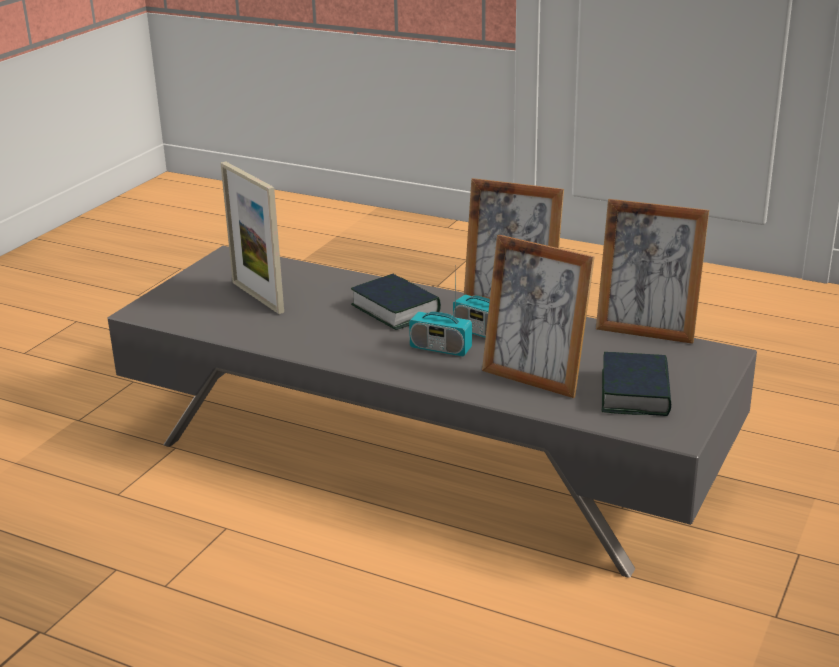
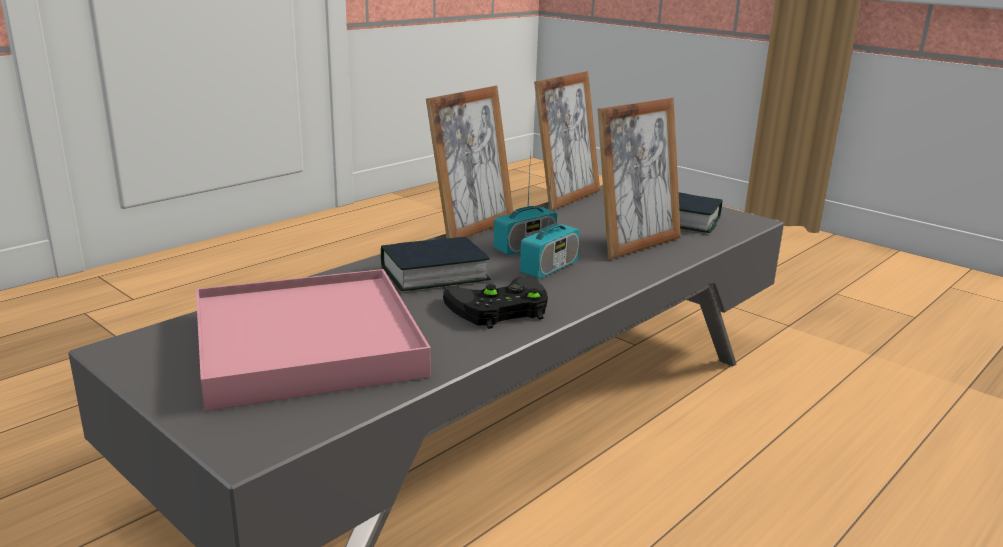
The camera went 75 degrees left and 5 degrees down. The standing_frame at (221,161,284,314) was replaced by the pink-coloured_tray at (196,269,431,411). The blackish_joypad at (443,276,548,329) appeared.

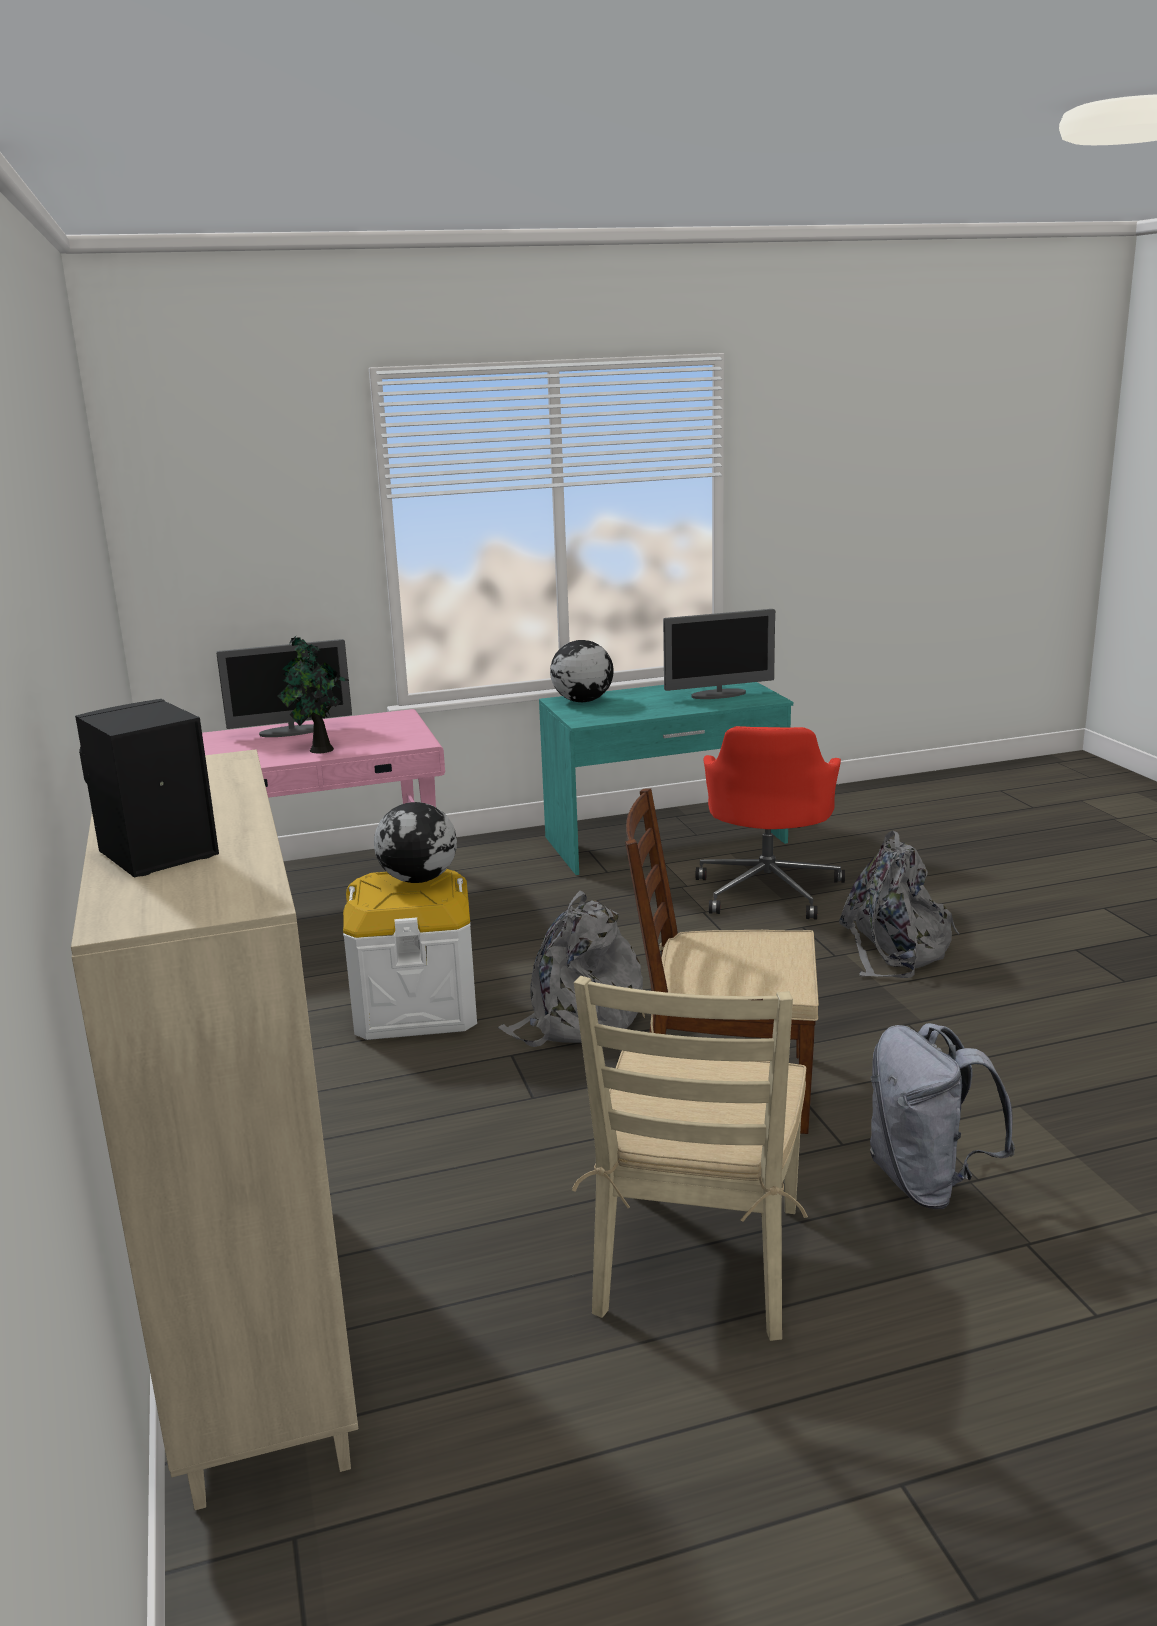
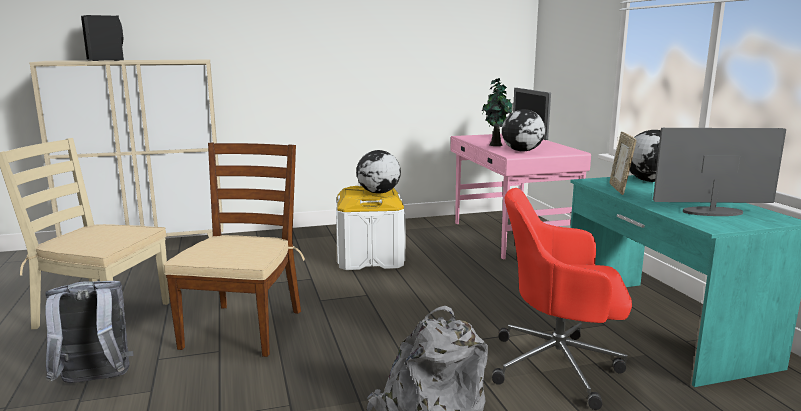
The camera went 90 degrees right and 5 degrees down. The gray_rucksack at (498,891,643,1047) disappeared. The computer_display at (663,609,775,699) turned 105 degrees clockwise. The world_globe at (502,109,545,152) appeared. The standing_frame at (610,132,636,195) appeared.

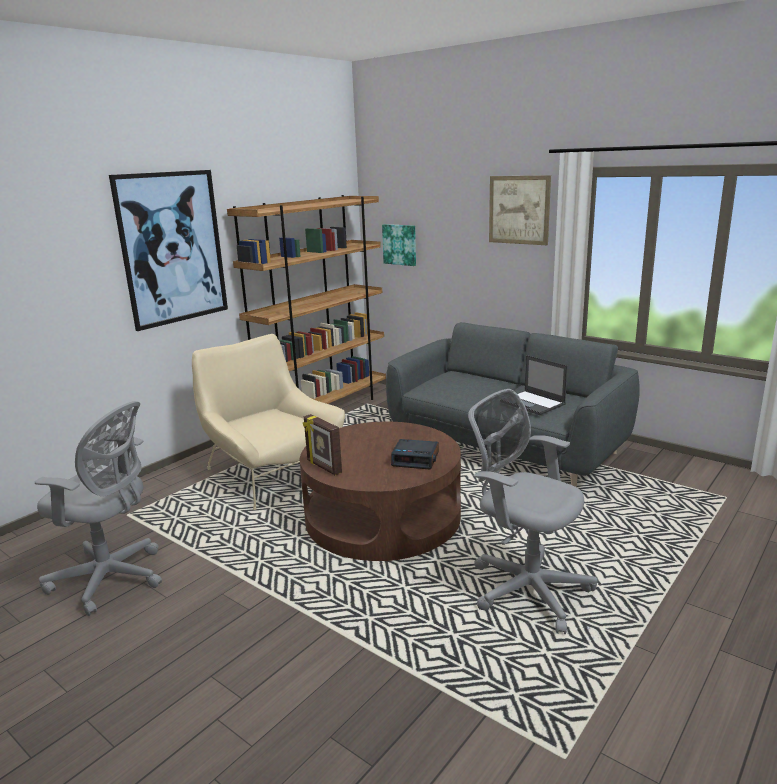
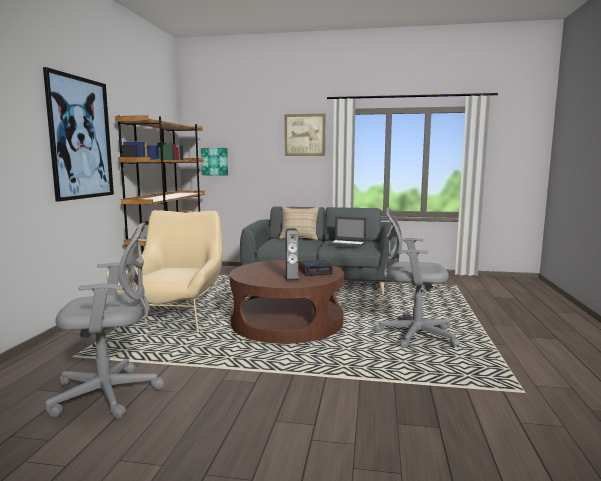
The camera went 30 degrees left and 10 degrees down. The beige_lounge_chair at (192,334,345,510) turned 75 degrees clockwise. The standing_frame at (303,414,342,475) disappeared. The beige_throw_pillow at (279,206,319,240) appeared. The loudspeaker at (285,228,299,281) appeared.

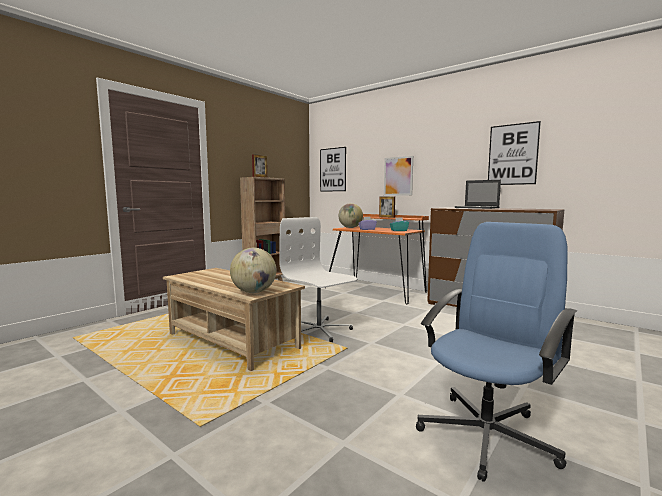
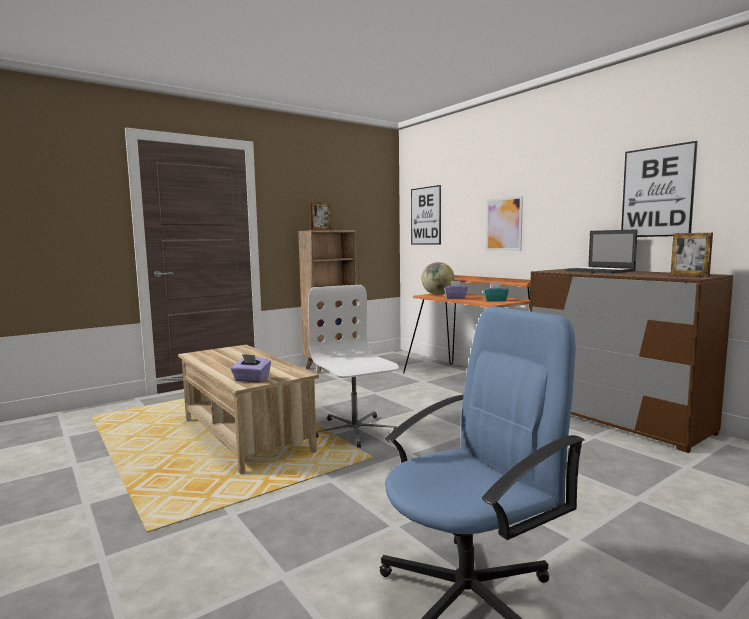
The camera went 15 degrees right and 0 degrees up. The world_globe at (230,248,276,293) was replaced by the purplish_box_of_tissues at (231,354,271,383). The standing_frame moved from (379,197,395,218) to (671,233,713,277).

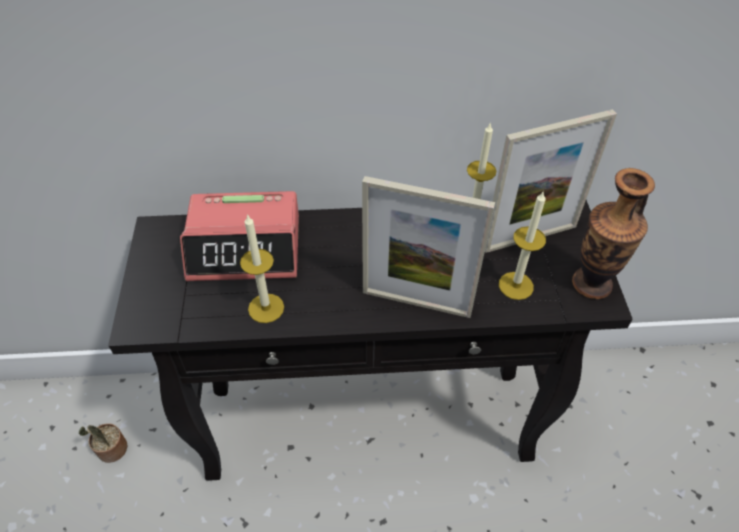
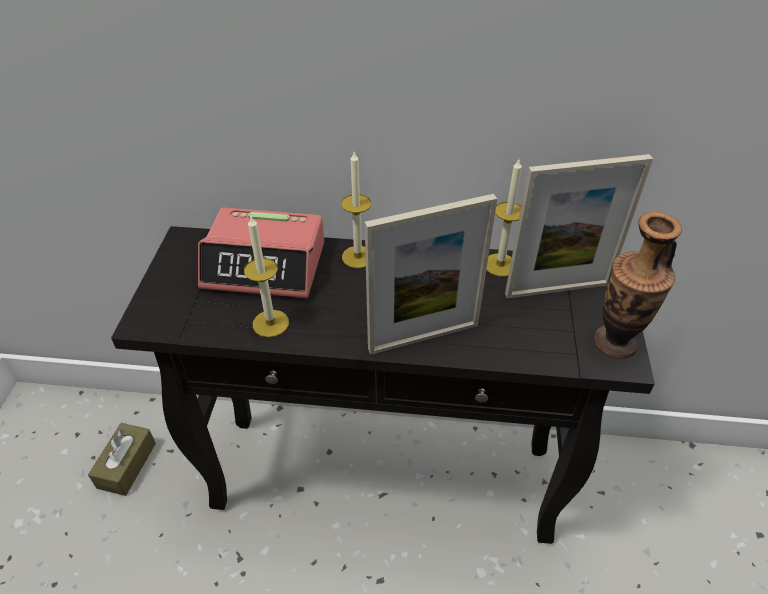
The camera went 10 degrees right and 5 degrees down. The plant_in_a_pot at (78,423,128,463) was replaced by the brownish_box_of_tissues at (88,423,156,496). The standing_frame at (362,176,495,318) turned 45 degrees counterclockwise. The wax_candle moved from (499,191,546,300) to (341,152,371,268).

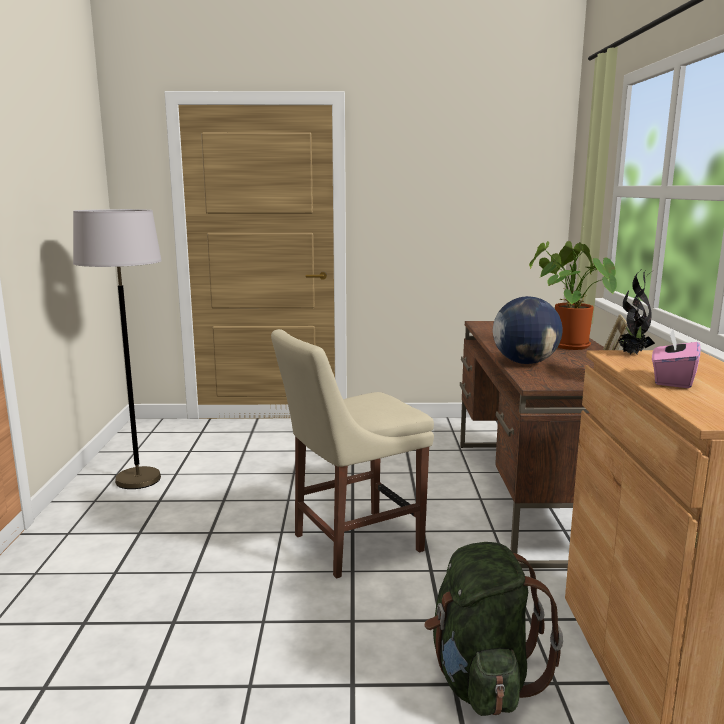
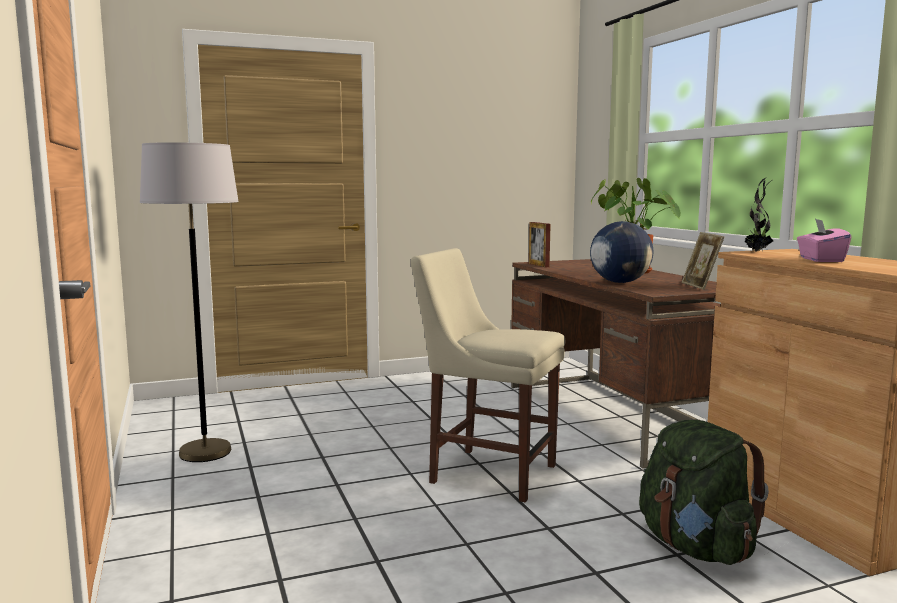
The camera went 20 degrees left and 5 degrees down. The beige_plain_chair at (271,329,434,579) turned 75 degrees clockwise. The standing_frame at (529,222,551,267) appeared.

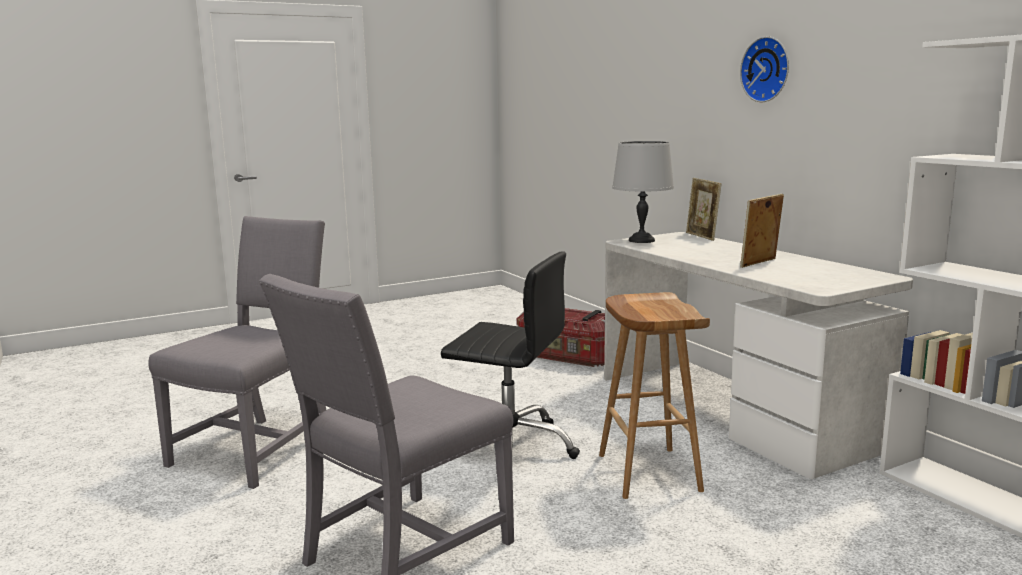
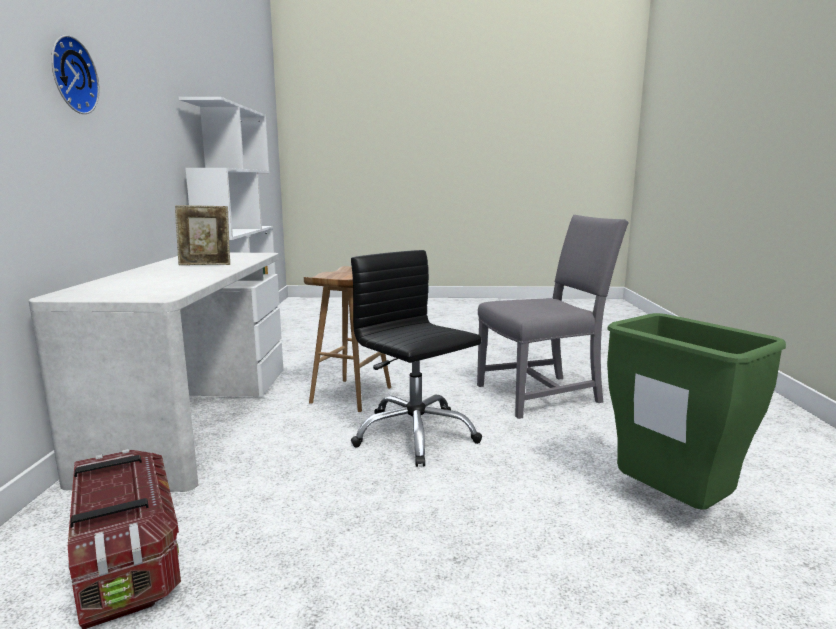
The camera went 150 degrees left and 0 degrees up. The gray_plain_chair at (148,216,326,489) was replaced by the greenish_trash_can at (607,313,786,510). The gray_table_lamp at (612,141,674,243) disappeared. The standing_frame at (686,178,722,241) disappeared.

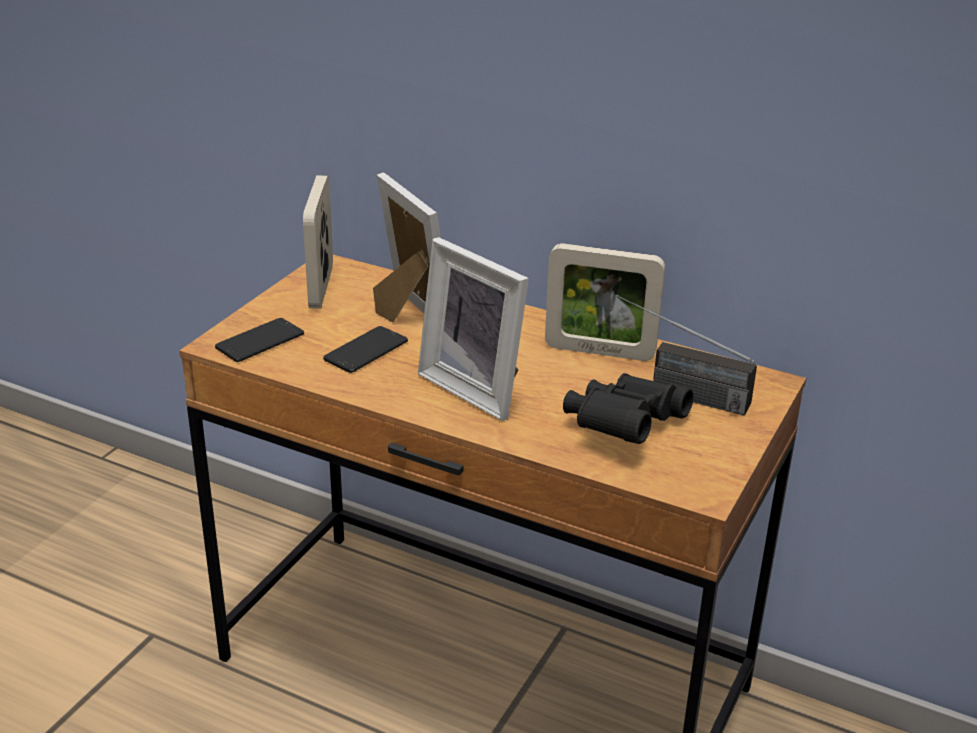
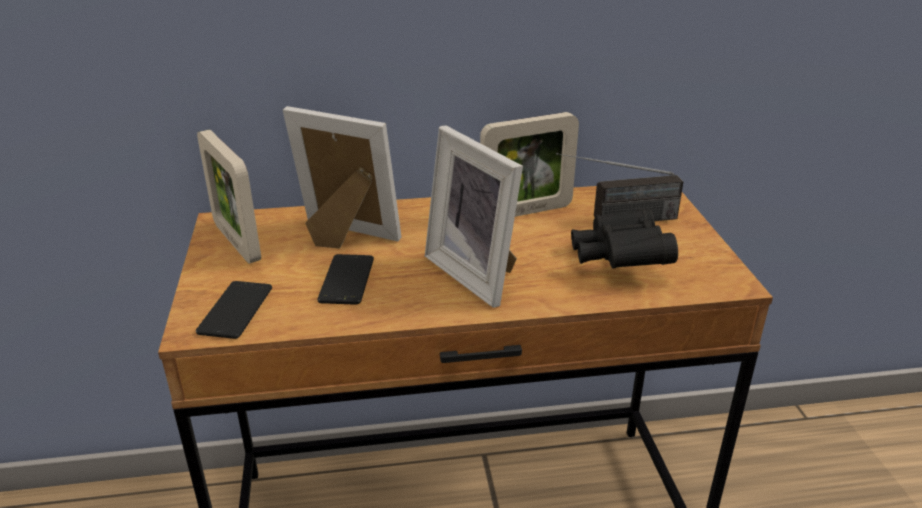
The camera went 35 degrees left and 0 degrees up. The standing_frame at (418,237,529,421) turned 45 degrees clockwise.

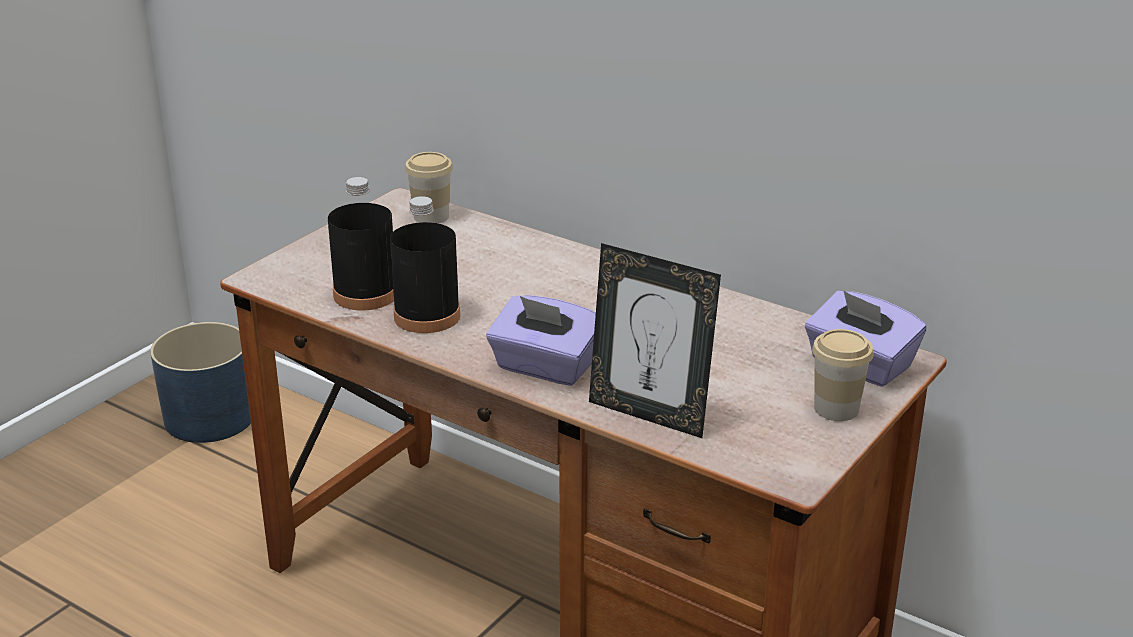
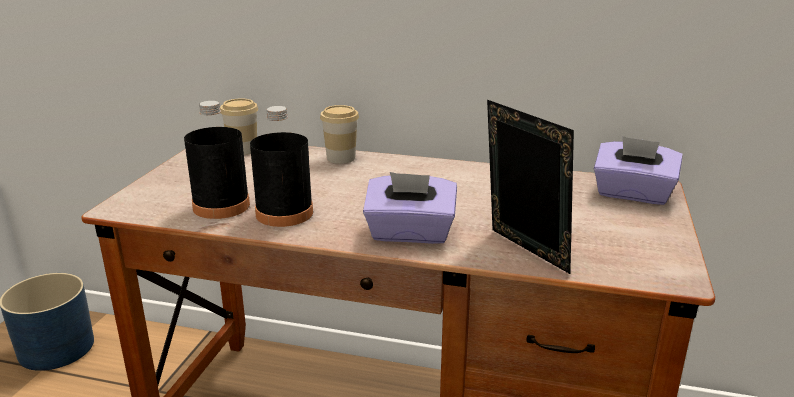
The camera went 20 degrees left and 5 degrees down. The standing_frame at (589,243,721,438) turned 135 degrees counterclockwise. The small_cup moved from (812,329,874,421) to (320,105,359,164).

